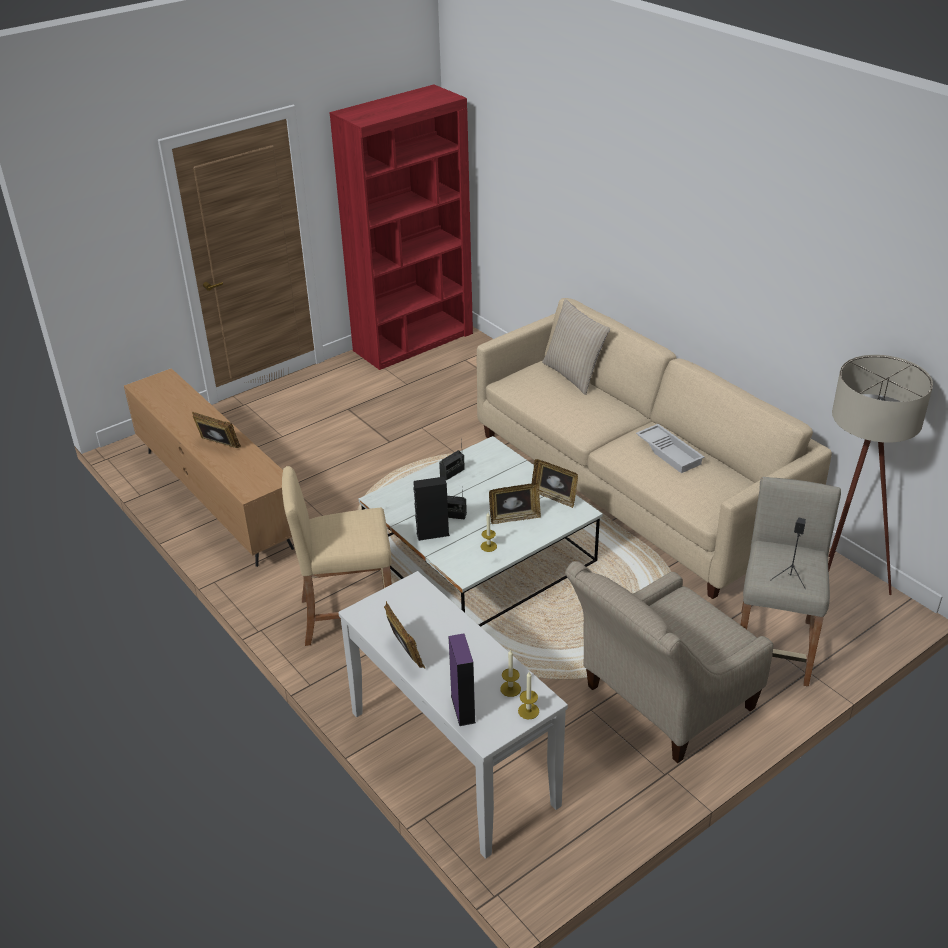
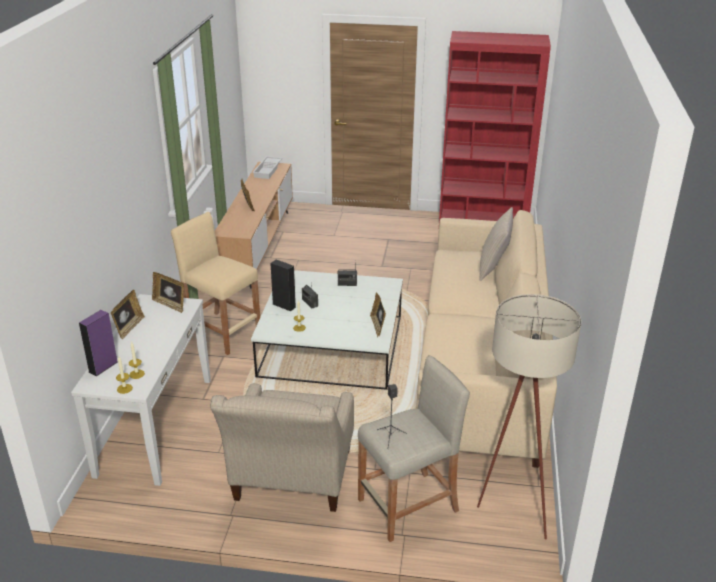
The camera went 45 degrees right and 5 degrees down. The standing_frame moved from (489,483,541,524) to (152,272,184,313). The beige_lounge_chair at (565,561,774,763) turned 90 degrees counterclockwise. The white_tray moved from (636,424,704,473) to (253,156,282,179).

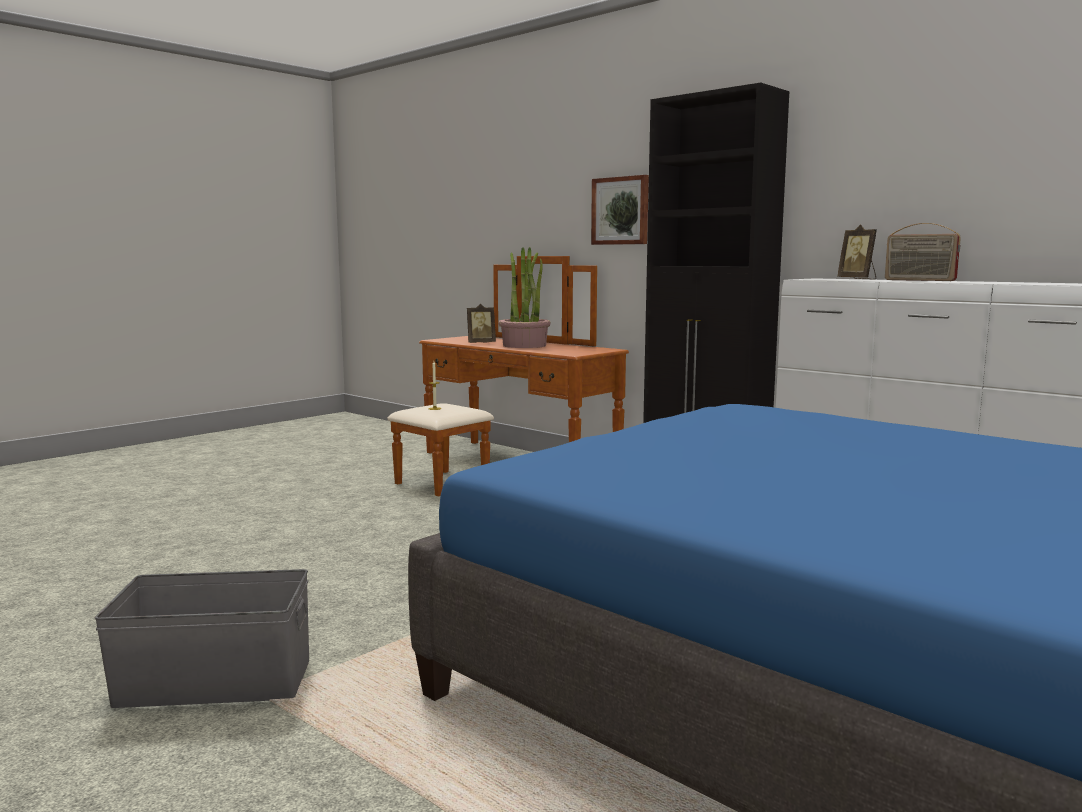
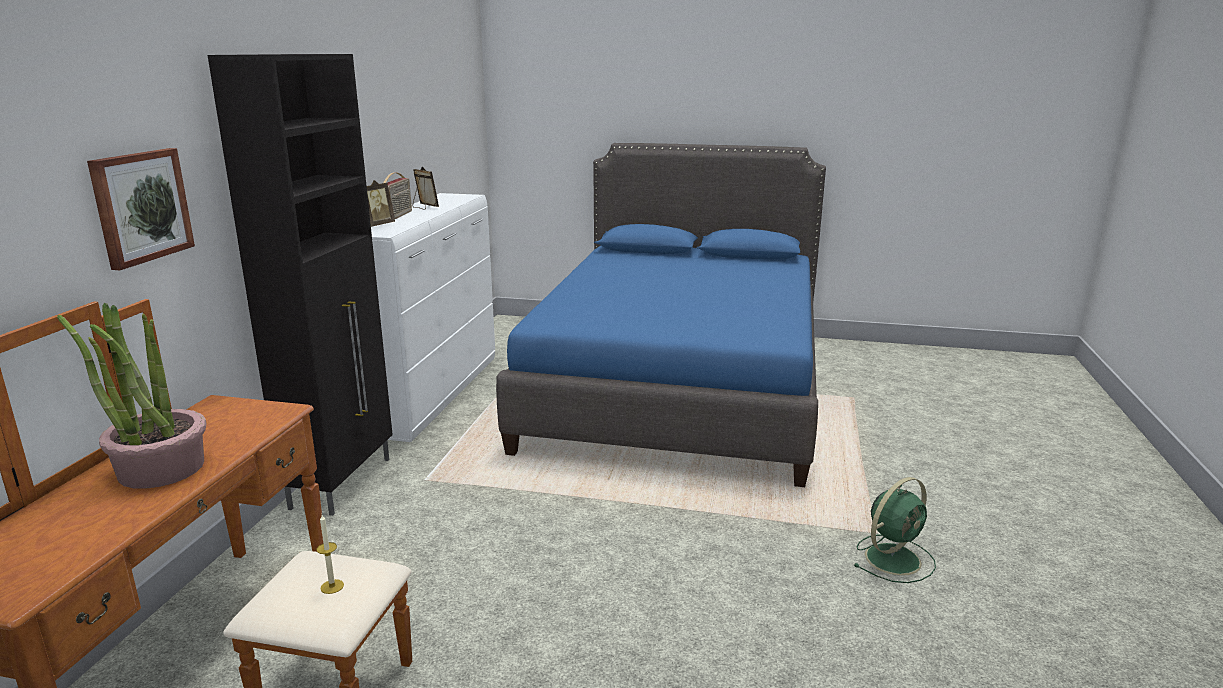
The camera went 120 degrees left and 10 degrees up. The gray_storage_bin at (94,569,309,708) was replaced by the greenish_fan at (853,477,936,583). The standing_frame moved from (467,304,496,343) to (412,166,439,210).

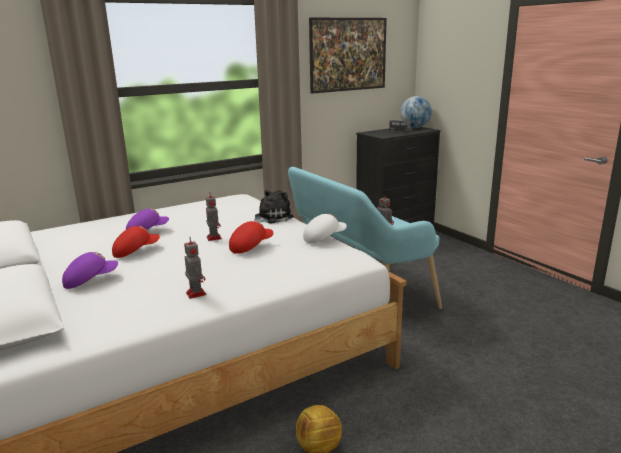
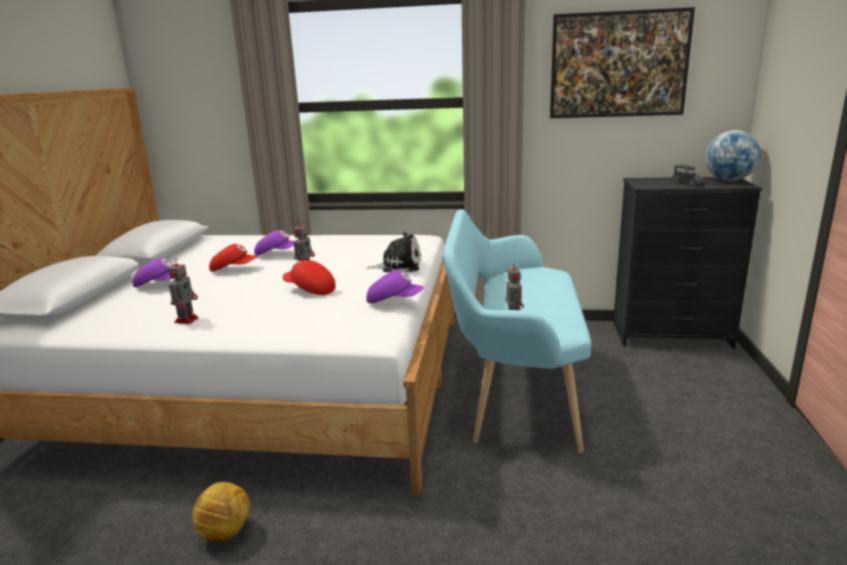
The camera went 40 degrees right and 0 degrees up. The red_peaked_cap at (229,221,273,254) turned 150 degrees counterclockwise. The white_peaked_cap at (303,214,347,243) became the purplish_peaked_cap at (366,271,424,303).

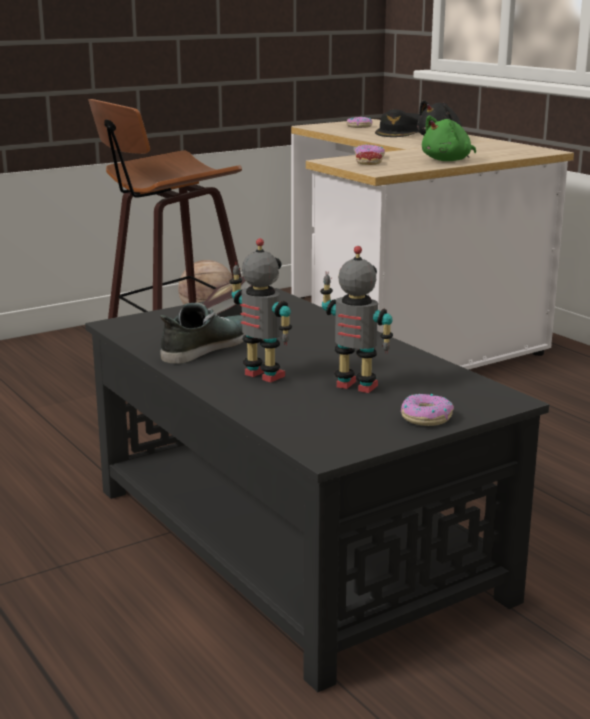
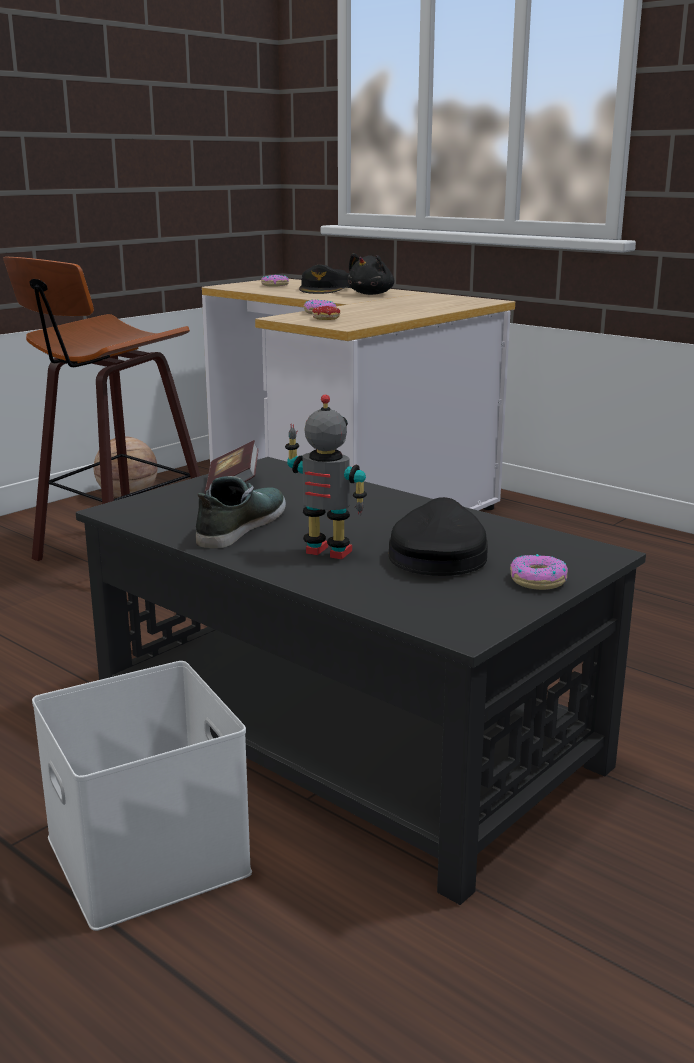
The camera went 15 degrees left and 0 degrees up. The robot_figure at (320,246,393,393) was replaced by the blackish_peaked_cap at (389,497,488,576). The greenish_soft_toy at (422,116,476,161) disappeared. The white_storage_bin at (32,661,252,931) appeared.

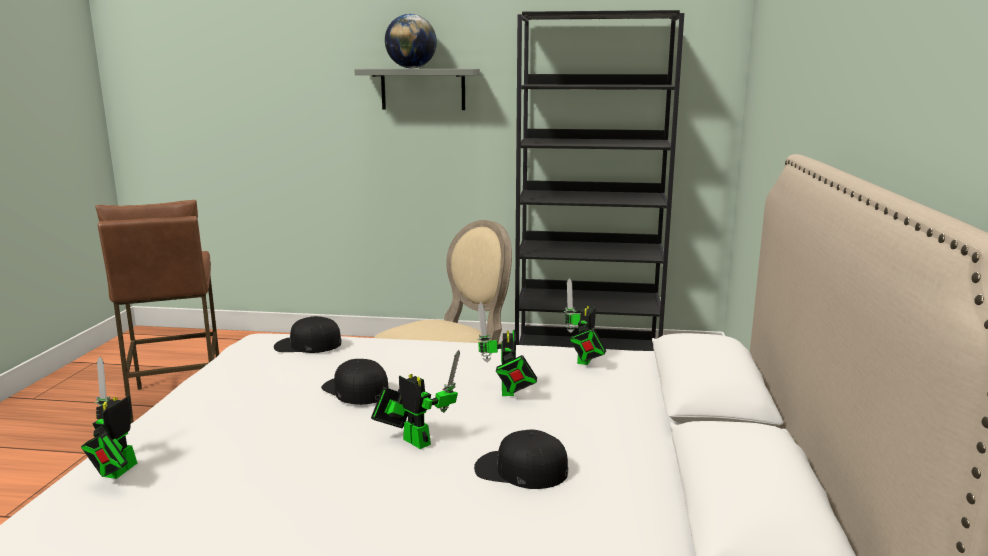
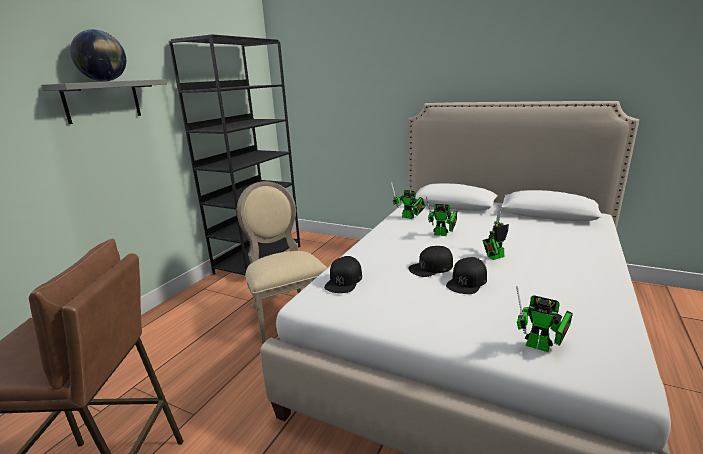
The camera went 70 degrees left and 5 degrees up. The blackish_peaked_cap moved from (474,430,568,489) to (446,257,487,294).

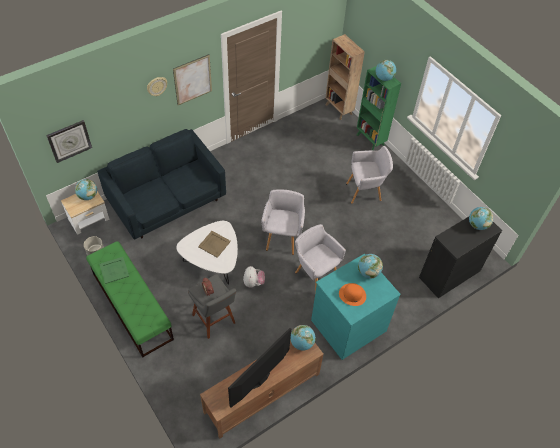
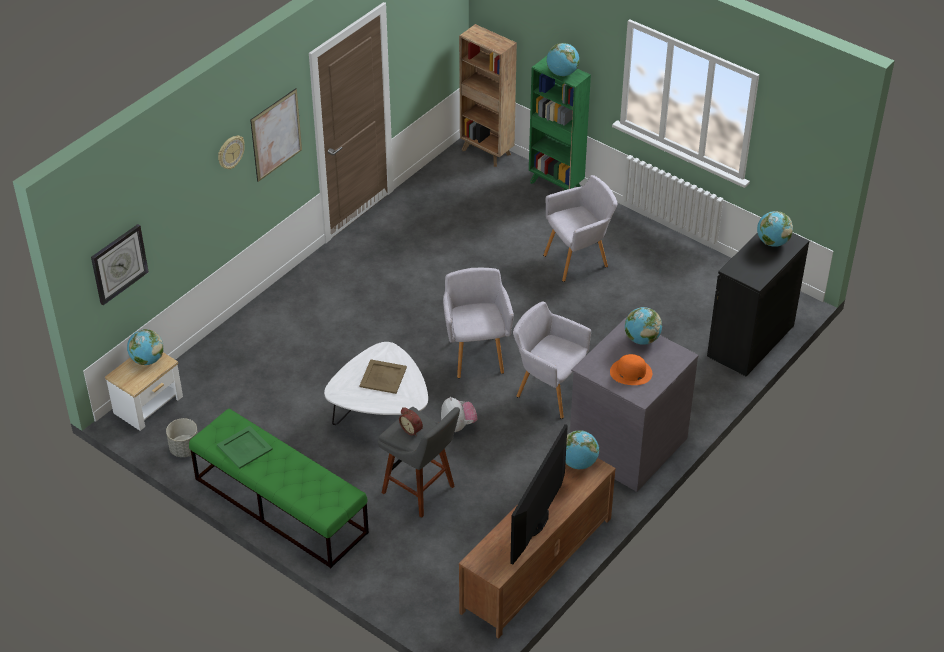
The camera went 15 degrees left and 10 degrees down. The bluish_couch at (97,129,226,239) disappeared. The turquoise_drawer_chest at (311,254,401,360) became the gray_drawer_chest at (570,318,699,492).

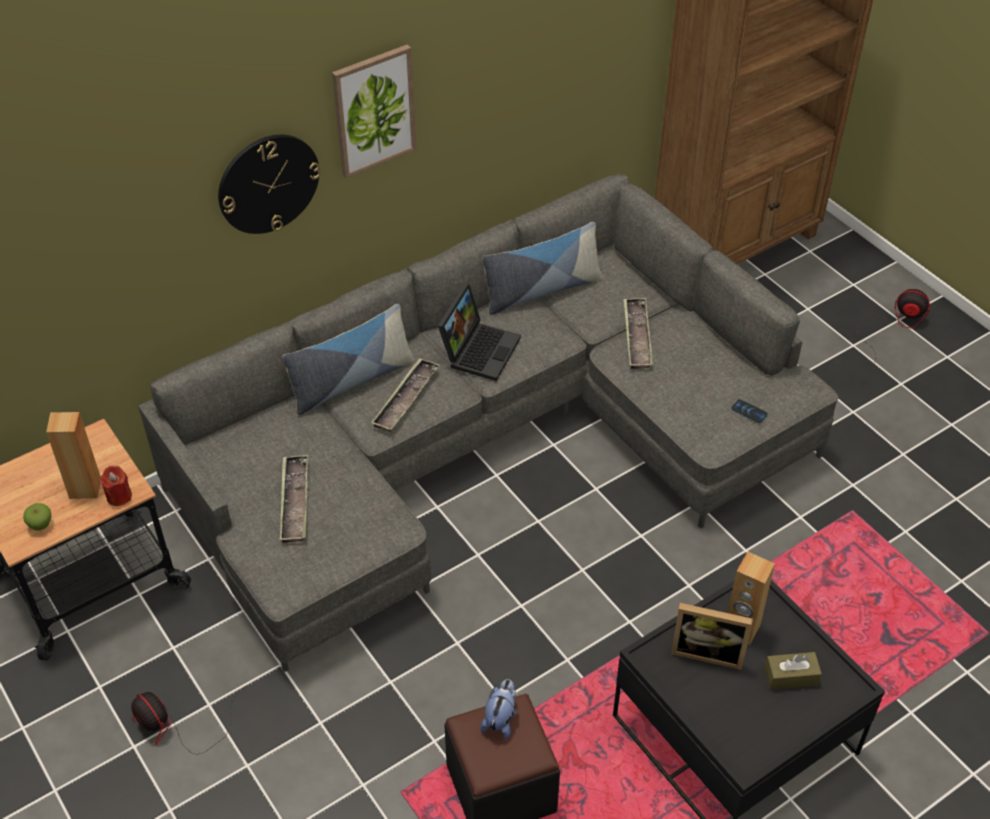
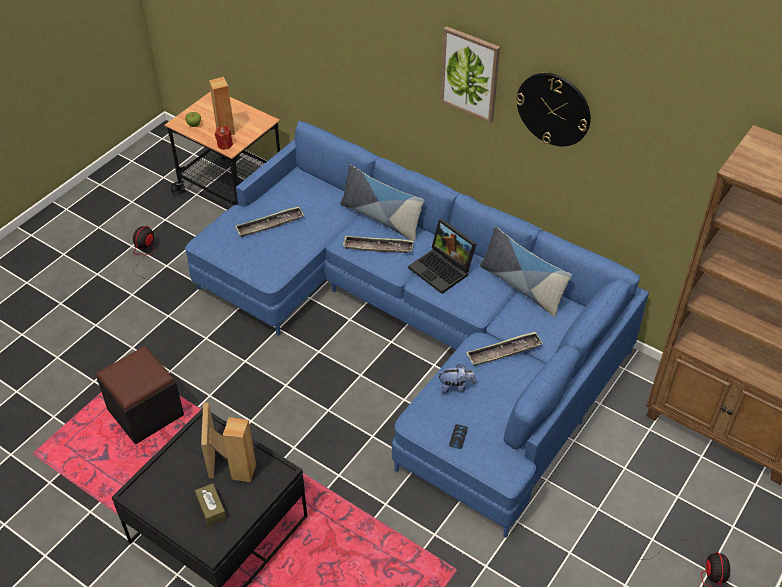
The camera went 70 degrees right and 0 degrees up. The gray_couch at (138,174,839,672) became the bluish_couch at (185,121,649,538). The wall_clock moved from (218,135,321,234) to (516,73,591,146). The laptop at (438,284,521,381) turned 45 degrees clockwise. The soft_toy moved from (481,679,516,740) to (438,364,476,394).

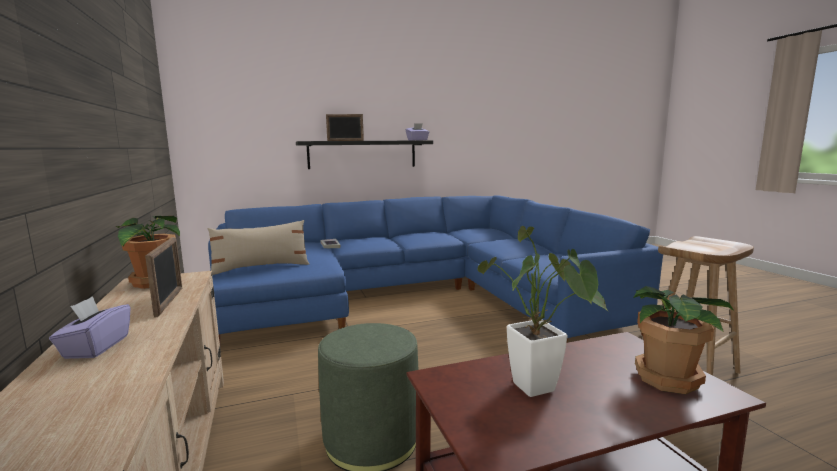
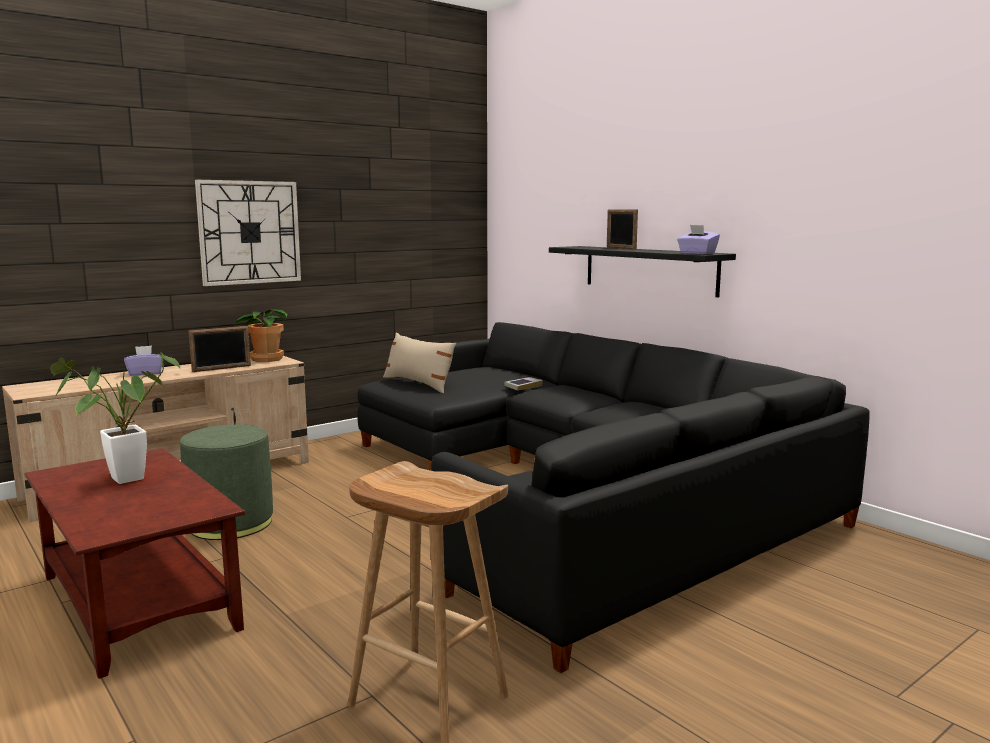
The camera went 70 degrees right and 0 degrees up. The bluish_couch at (208,195,663,347) became the blackish_couch at (357,322,870,673). The plant_in_a_pot at (633,286,734,394) disappeared. The wall_clock at (195,180,301,286) appeared.

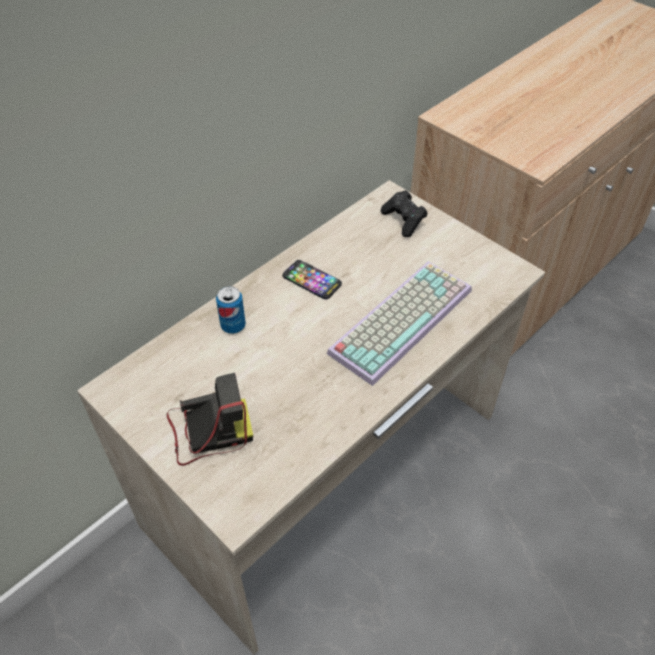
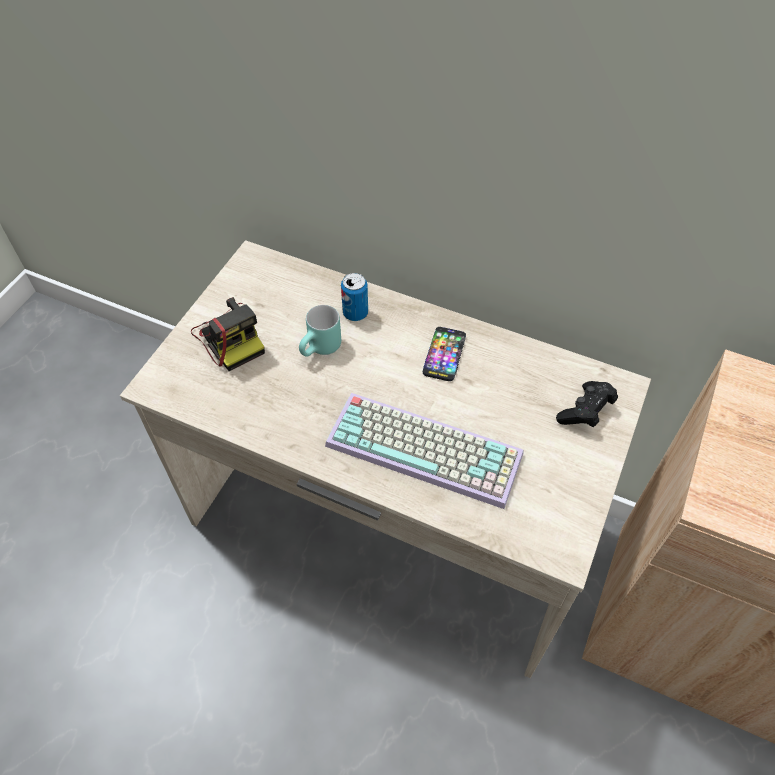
The camera went 70 degrees right and 5 degrees up. The turquoise_coffee_mug at (299,305,341,357) appeared.

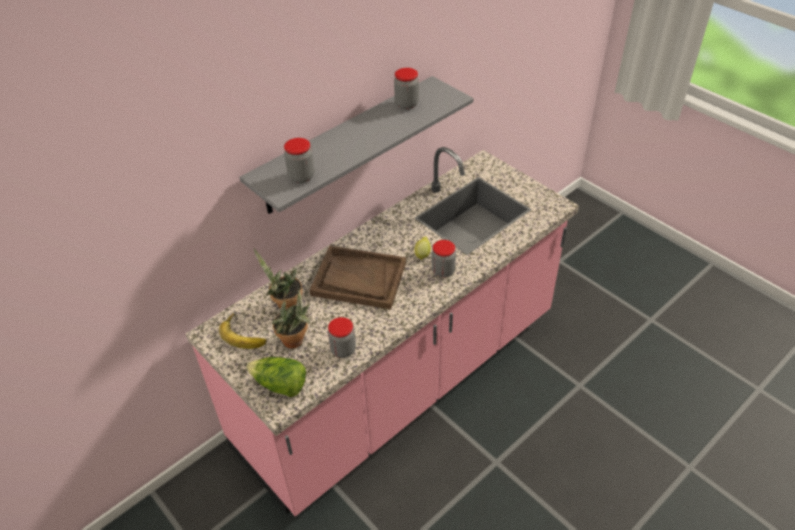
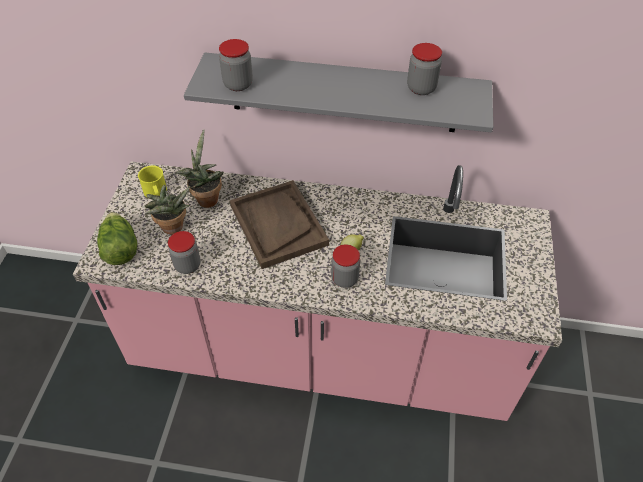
The camera went 50 degrees right and 5 degrees up. The banana_fruit at (219,313,267,349) was replaced by the yellow_coffee_mug at (138,165,167,199).

